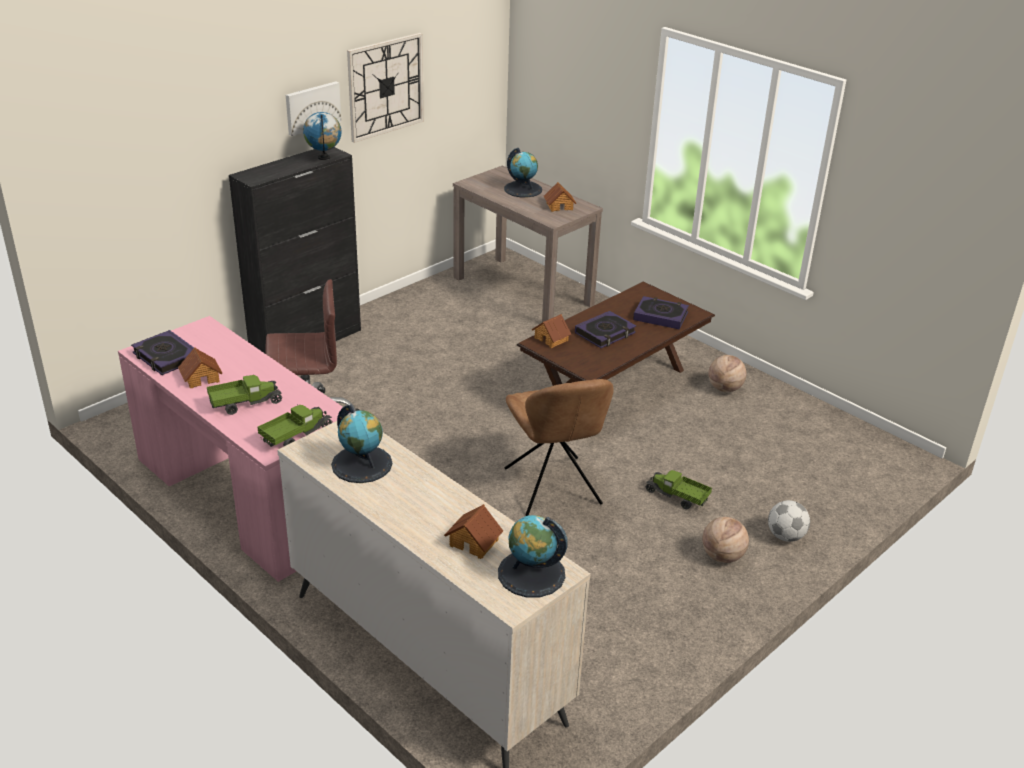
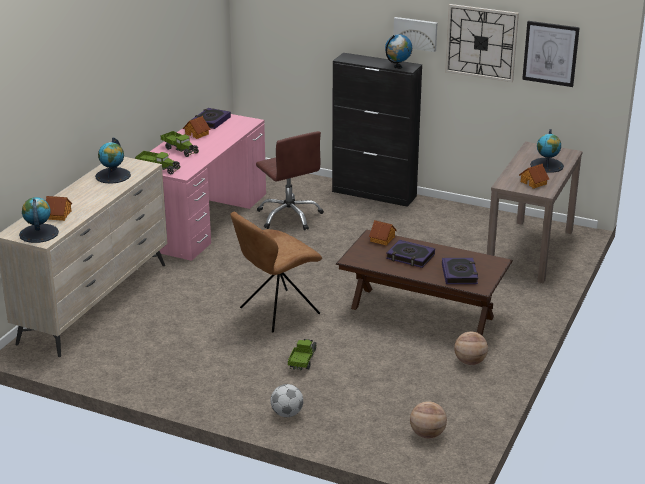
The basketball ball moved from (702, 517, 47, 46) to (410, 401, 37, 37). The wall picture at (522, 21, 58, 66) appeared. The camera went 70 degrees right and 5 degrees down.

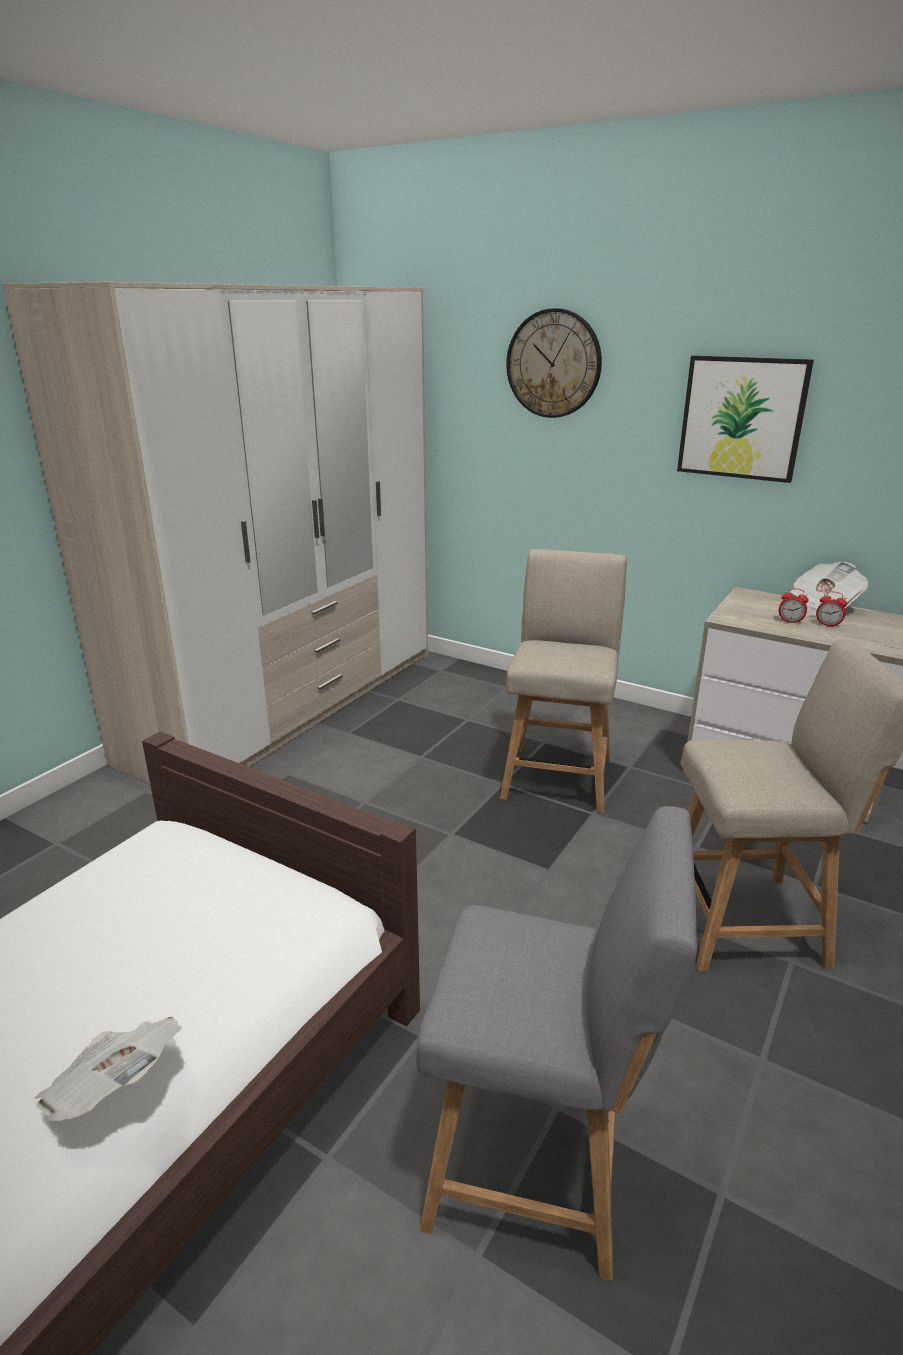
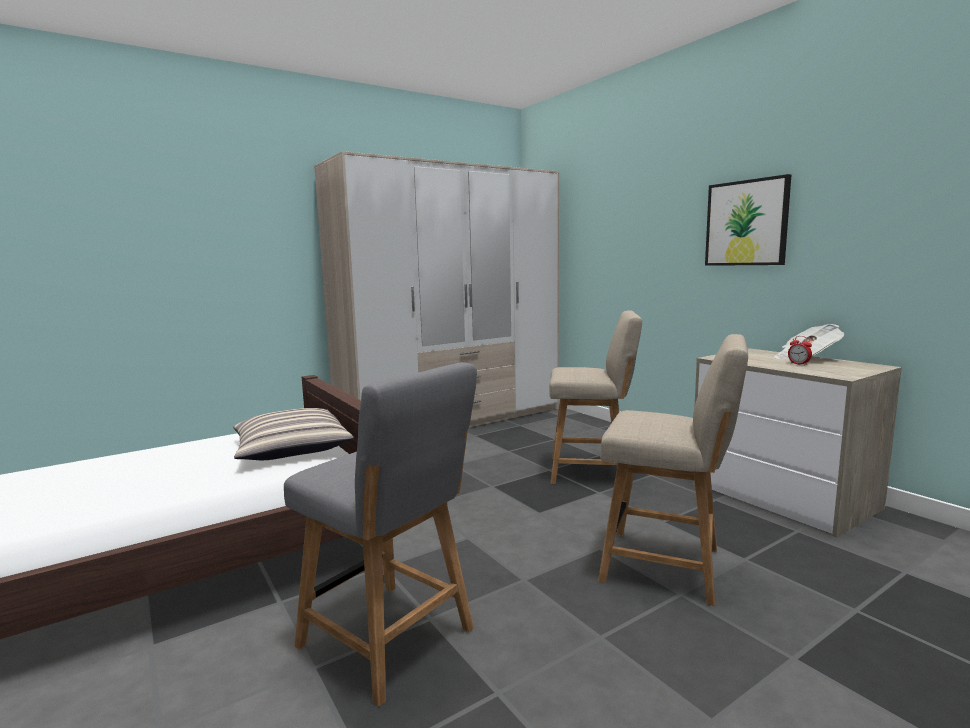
The newspaper at (35, 1017, 147, 104) disappeared. The beige chair at (500, 549, 127, 264) turned 60 degrees clockwise. The hanging clock at (506, 308, 96, 110) disappeared. The bedside clock at (779, 588, 30, 36) disappeared. The throw pillow at (233, 408, 121, 52) appeared. The camera went 25 degrees right and 15 degrees down.

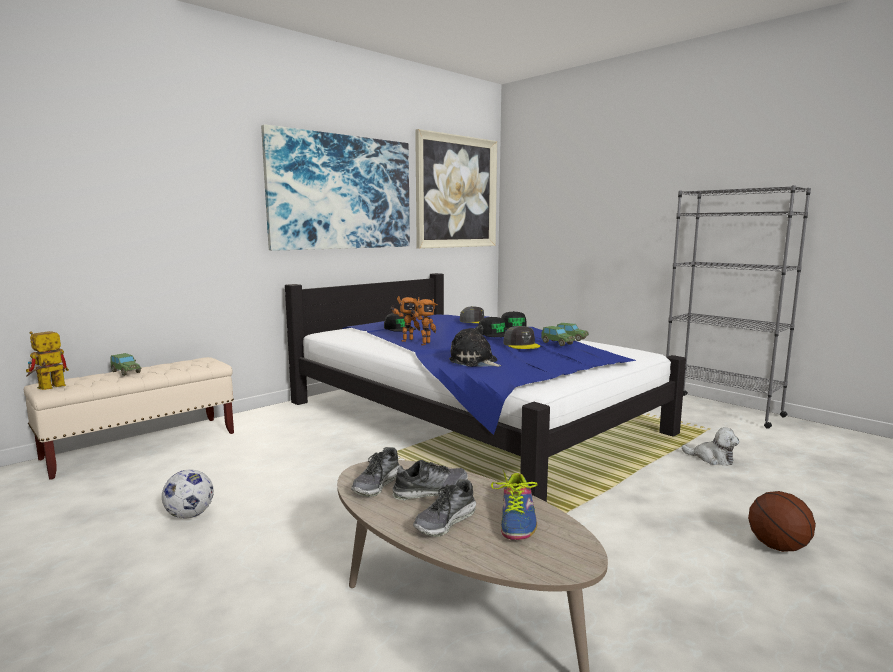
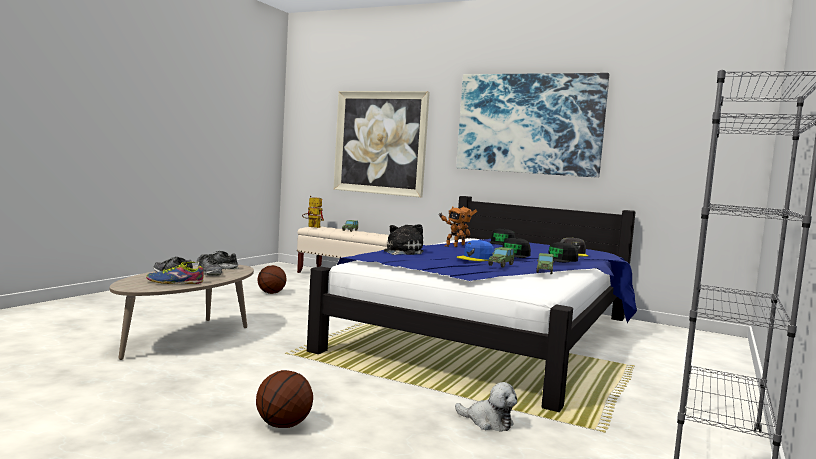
The ball for football at (162, 469, 52, 49) was replaced by the basketball ball at (257, 265, 30, 29). The wall picture moved from (415, 129, 82, 120) to (333, 91, 97, 107). The greyish cap at (503, 326, 37, 23) became the bluish cap at (457, 240, 37, 21). The cuddly toy at (681, 427, 58, 39) turned 75 degrees counterclockwise. The camera went 70 degrees right and 5 degrees down.

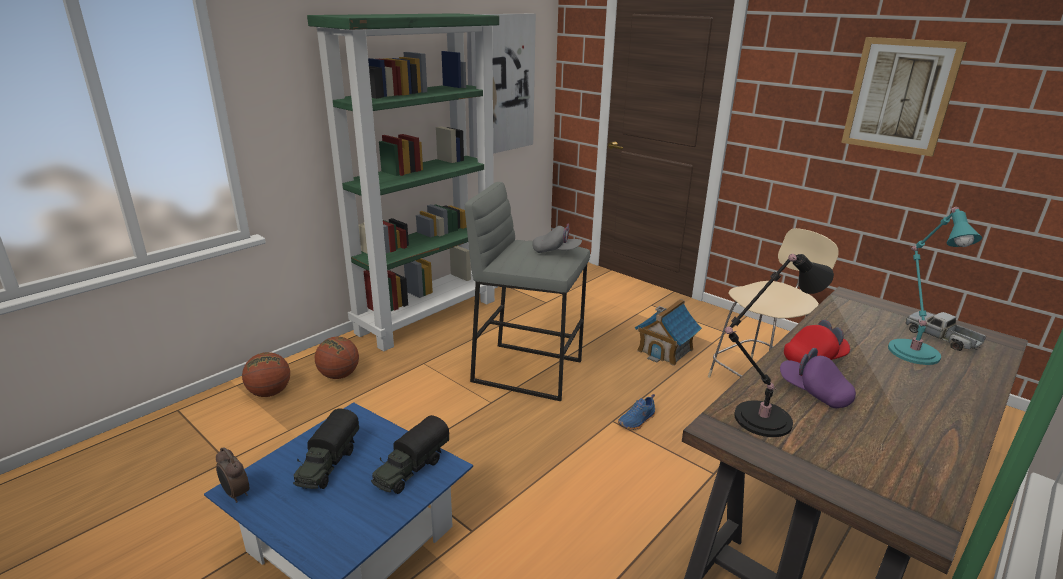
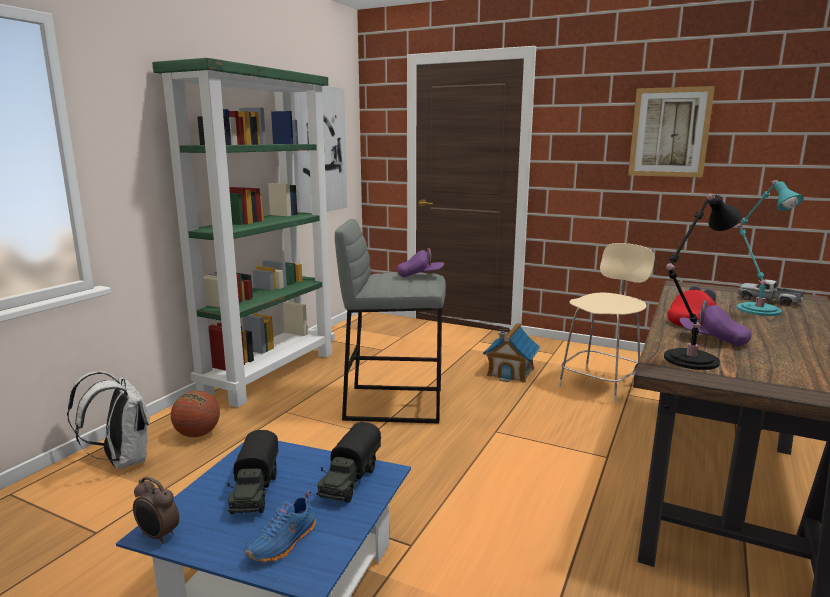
The basketball ball at (242, 352, 48, 45) was replaced by the white-coloured knapsack at (67, 371, 83, 98). The greyish cap at (532, 224, 50, 29) became the purple-coloured cap at (397, 248, 47, 29). The bluish item of footwear moved from (618, 394, 37, 36) to (244, 490, 72, 72). The camera went 15 degrees left and 10 degrees down.

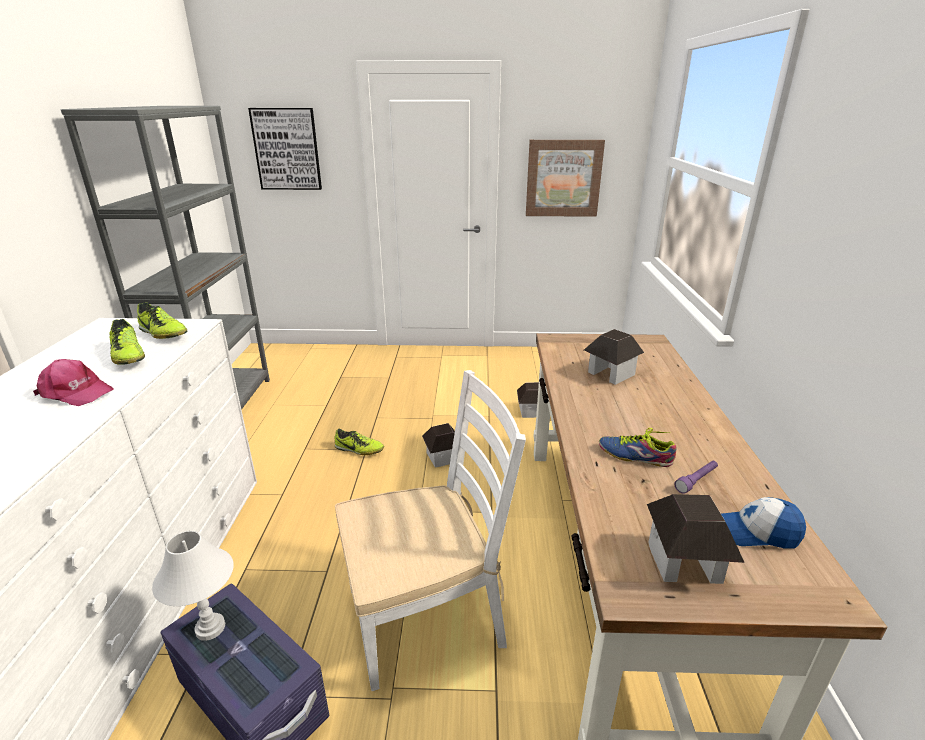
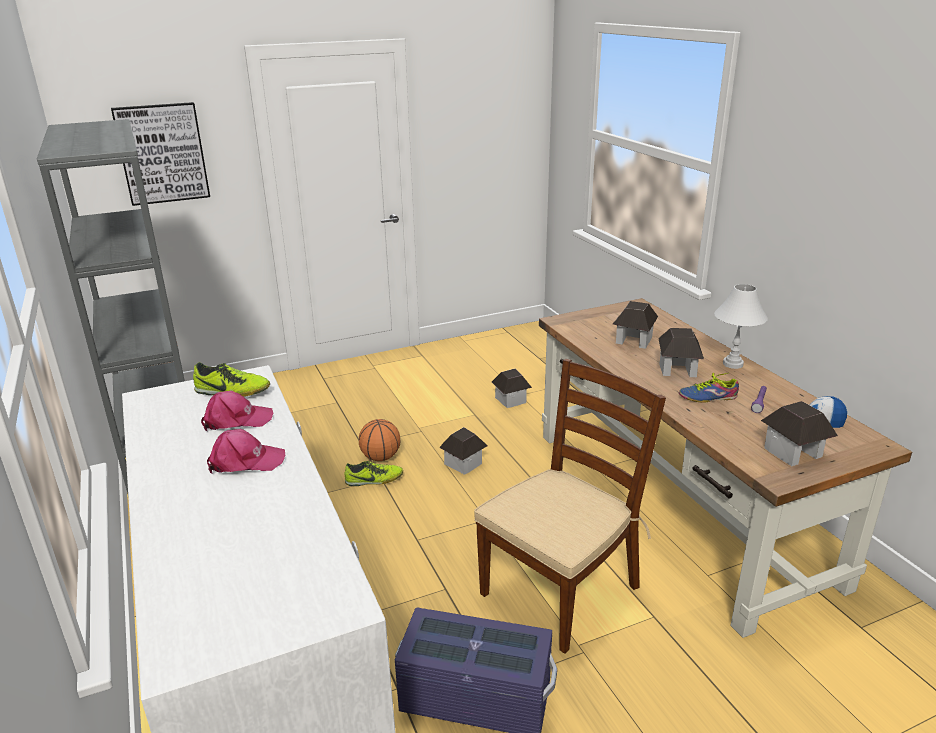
The item of footwear at (109, 319, 36, 46) was replaced by the pink cap at (201, 391, 72, 41). The white-coloured table lamp moved from (152, 531, 82, 110) to (714, 284, 54, 85). The white-coloured chair at (335, 370, 191, 321) became the brown chair at (474, 359, 192, 295). The wall picture at (526, 140, 79, 77) disappeared. The basketball ball at (359, 419, 41, 42) appeared. The toy house at (658, 328, 46, 49) appeared. The camera went 25 degrees left and 0 degrees up.

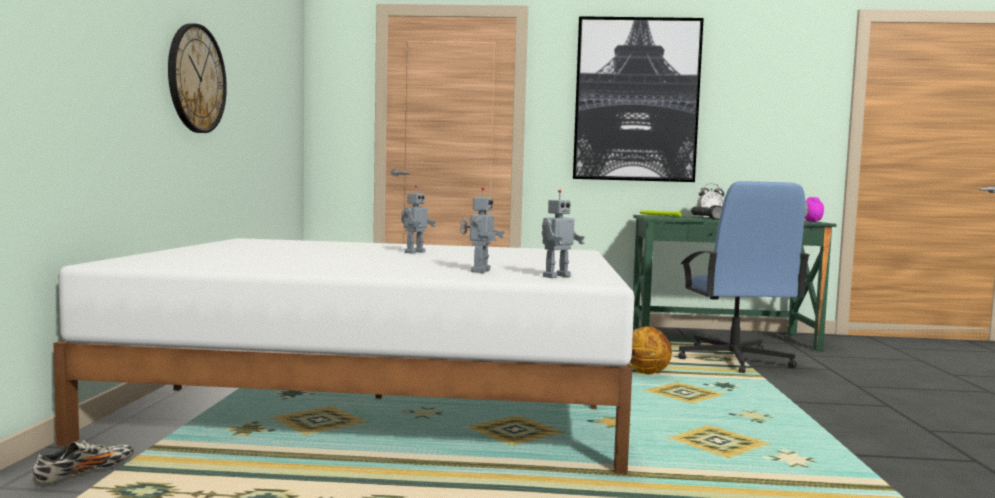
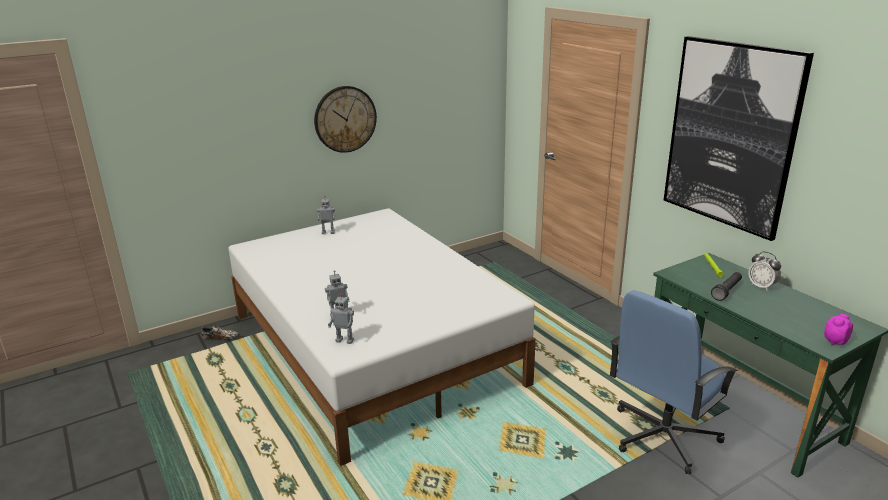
The model robot moved from (401, 185, 35, 69) to (317, 196, 18, 38). The basketball ball at (630, 326, 42, 48) disappeared. The camera went 55 degrees right and 20 degrees up.

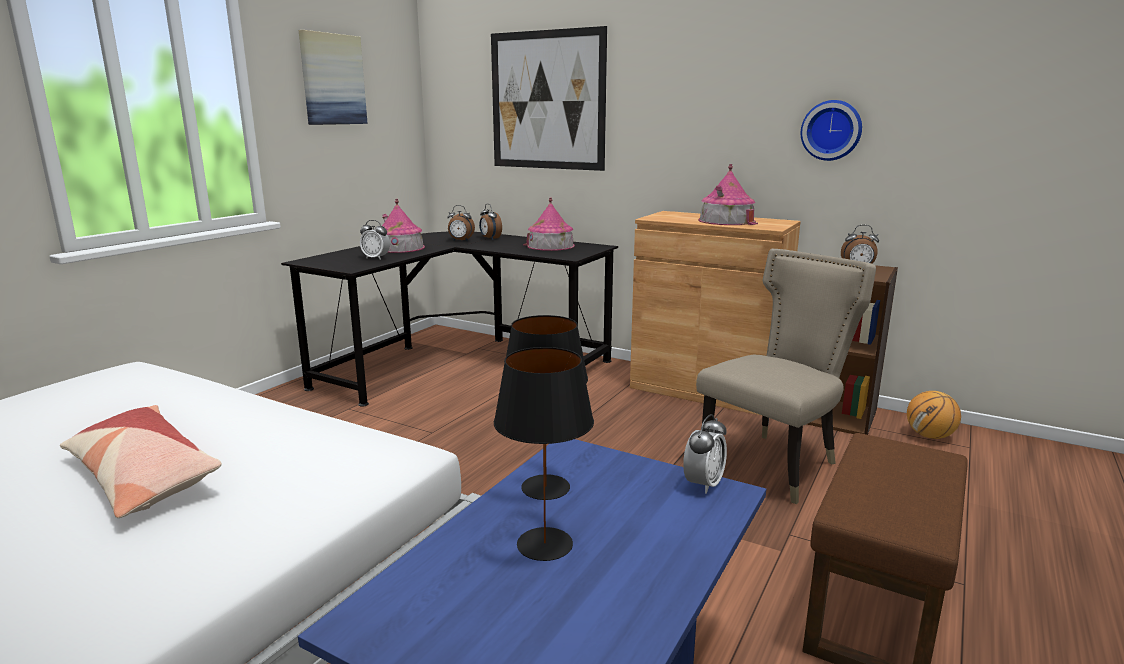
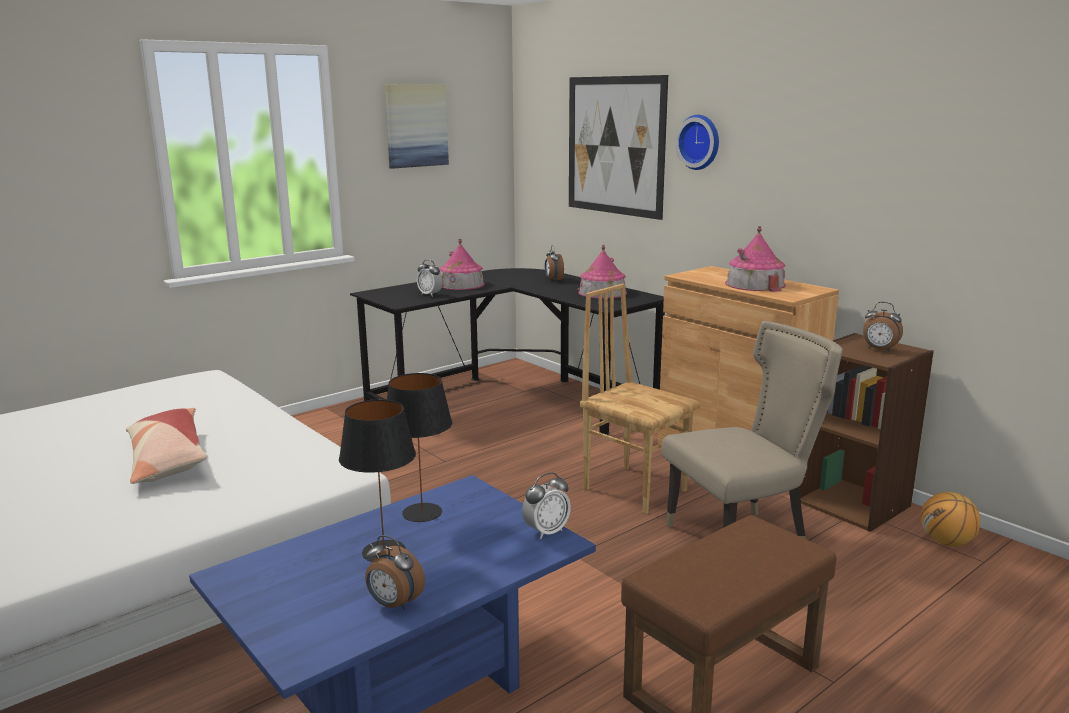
The bedside clock moved from (447, 205, 28, 36) to (365, 535, 60, 75). The hanging clock moved from (801, 100, 61, 61) to (675, 115, 44, 55). The brown chair at (580, 284, 120, 230) appeared. The camera went 20 degrees right and 0 degrees up.

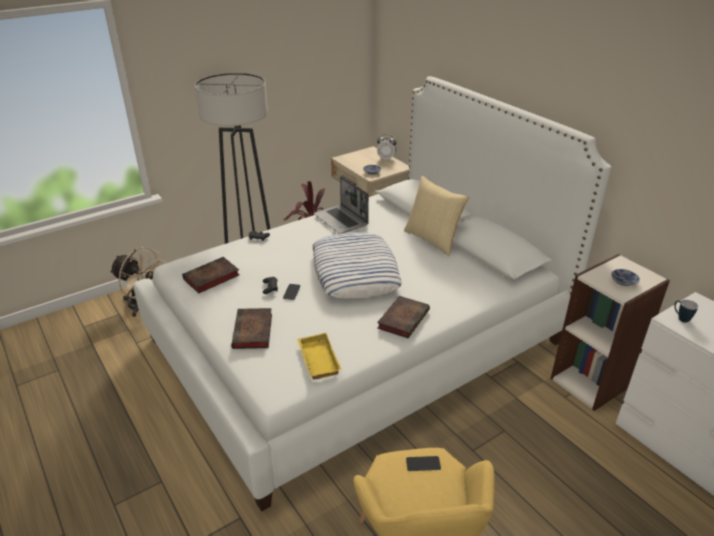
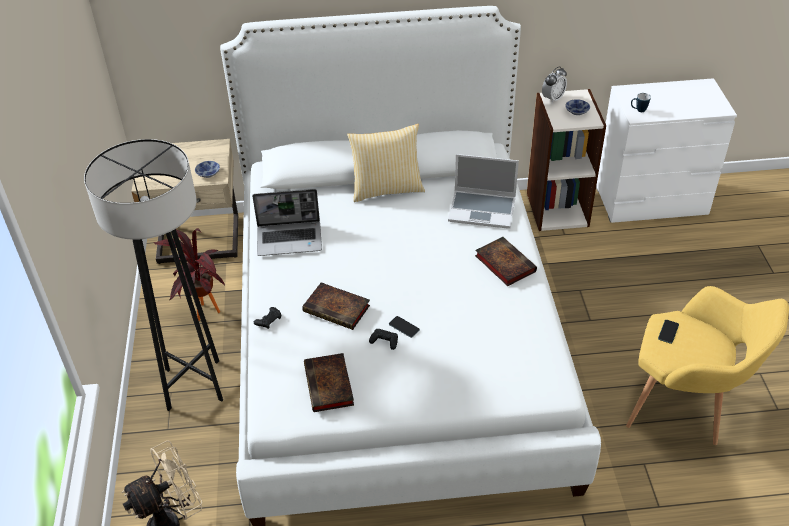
The bound book moved from (231, 308, 41, 41) to (302, 282, 68, 48). The yellowish serving tray at (297, 333, 44, 47) disappeared. The throw pillow at (313, 232, 89, 67) disappeared. The bedside clock moved from (377, 134, 20, 26) to (542, 66, 25, 37). The portable computer at (448, 154, 71, 75) appeared. The camera went 60 degrees left and 10 degrees up.

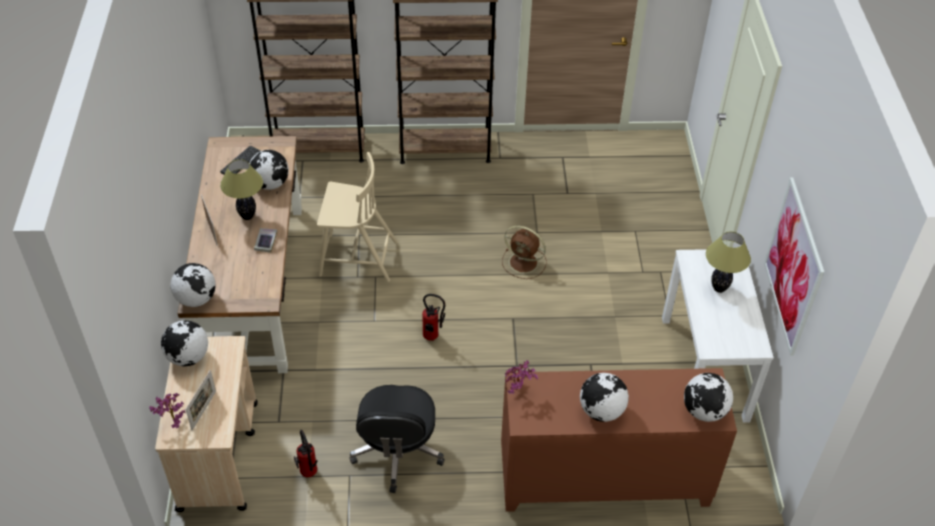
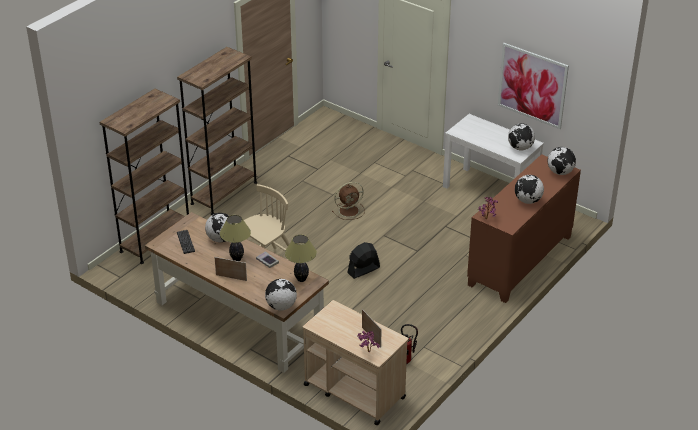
The world globe moved from (161, 320, 47, 46) to (508, 123, 27, 27). The blackish desk chair at (349, 385, 96, 108) disappeared. The extinguisher at (422, 294, 23, 47) was replaced by the blackish fan at (347, 242, 33, 37). The table lamp moved from (706, 231, 45, 62) to (285, 235, 32, 47). The camera went 50 degrees left and 10 degrees down.

